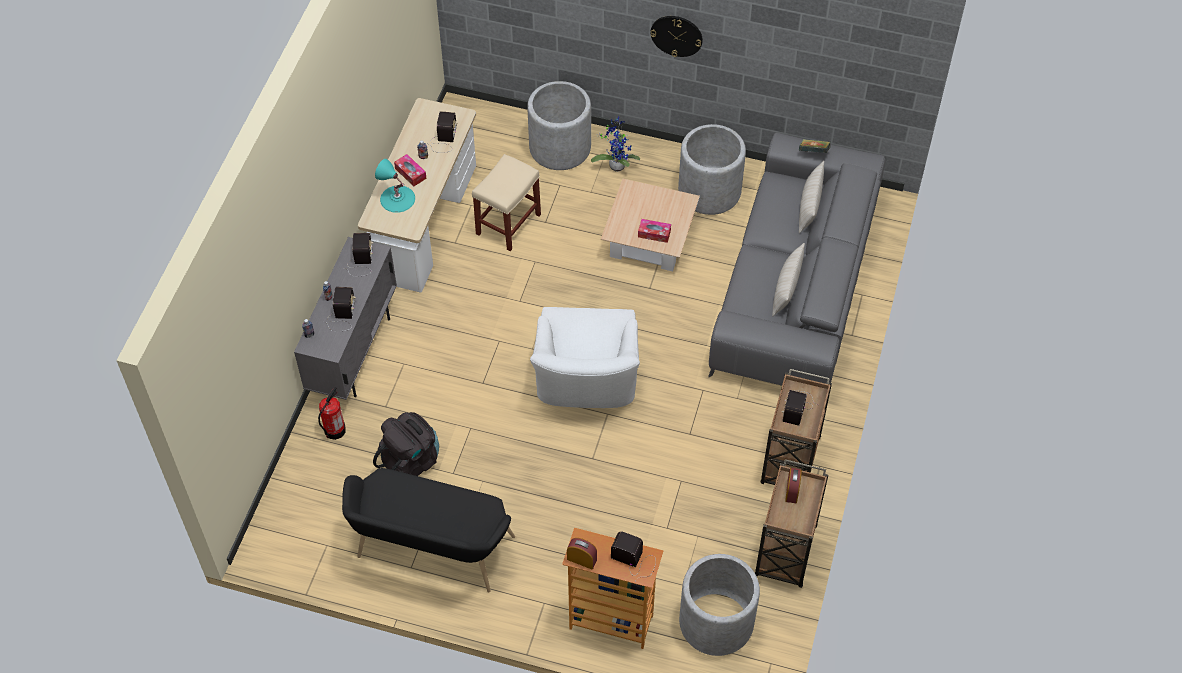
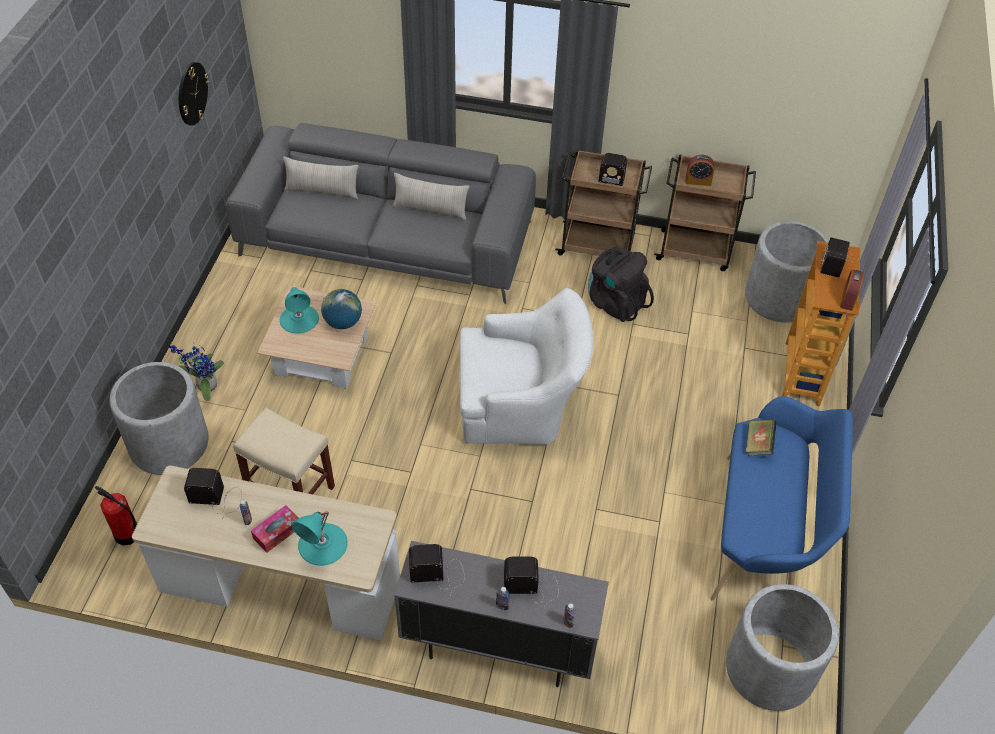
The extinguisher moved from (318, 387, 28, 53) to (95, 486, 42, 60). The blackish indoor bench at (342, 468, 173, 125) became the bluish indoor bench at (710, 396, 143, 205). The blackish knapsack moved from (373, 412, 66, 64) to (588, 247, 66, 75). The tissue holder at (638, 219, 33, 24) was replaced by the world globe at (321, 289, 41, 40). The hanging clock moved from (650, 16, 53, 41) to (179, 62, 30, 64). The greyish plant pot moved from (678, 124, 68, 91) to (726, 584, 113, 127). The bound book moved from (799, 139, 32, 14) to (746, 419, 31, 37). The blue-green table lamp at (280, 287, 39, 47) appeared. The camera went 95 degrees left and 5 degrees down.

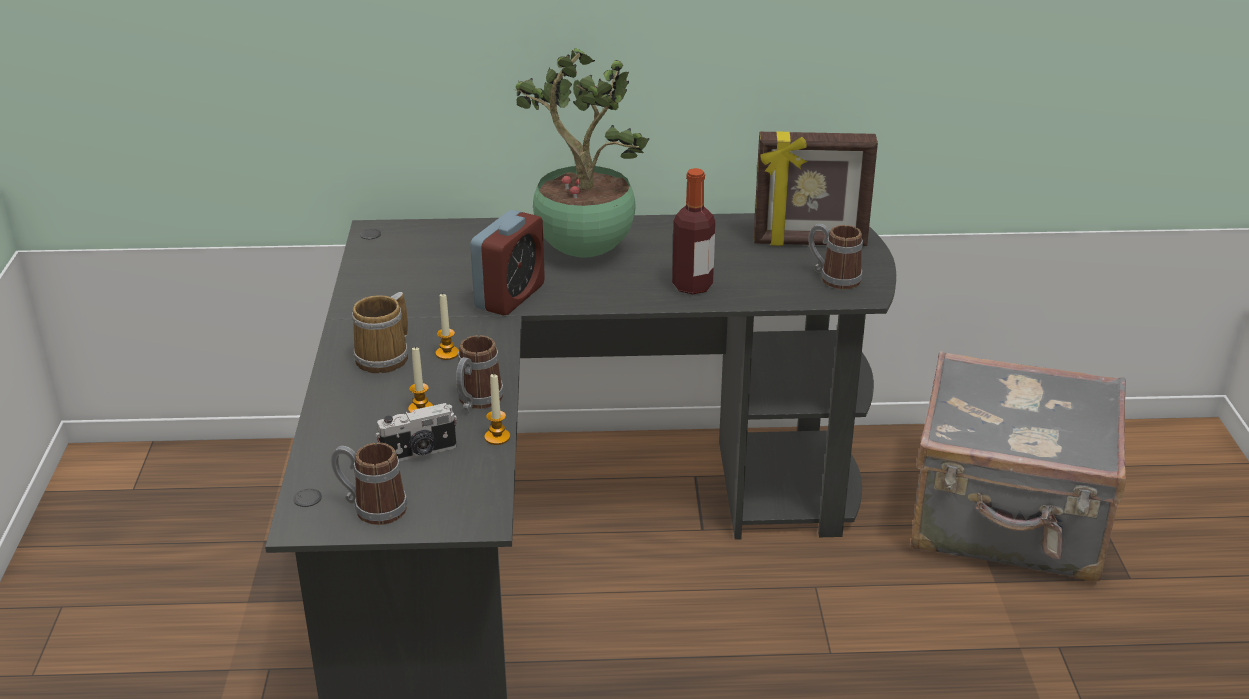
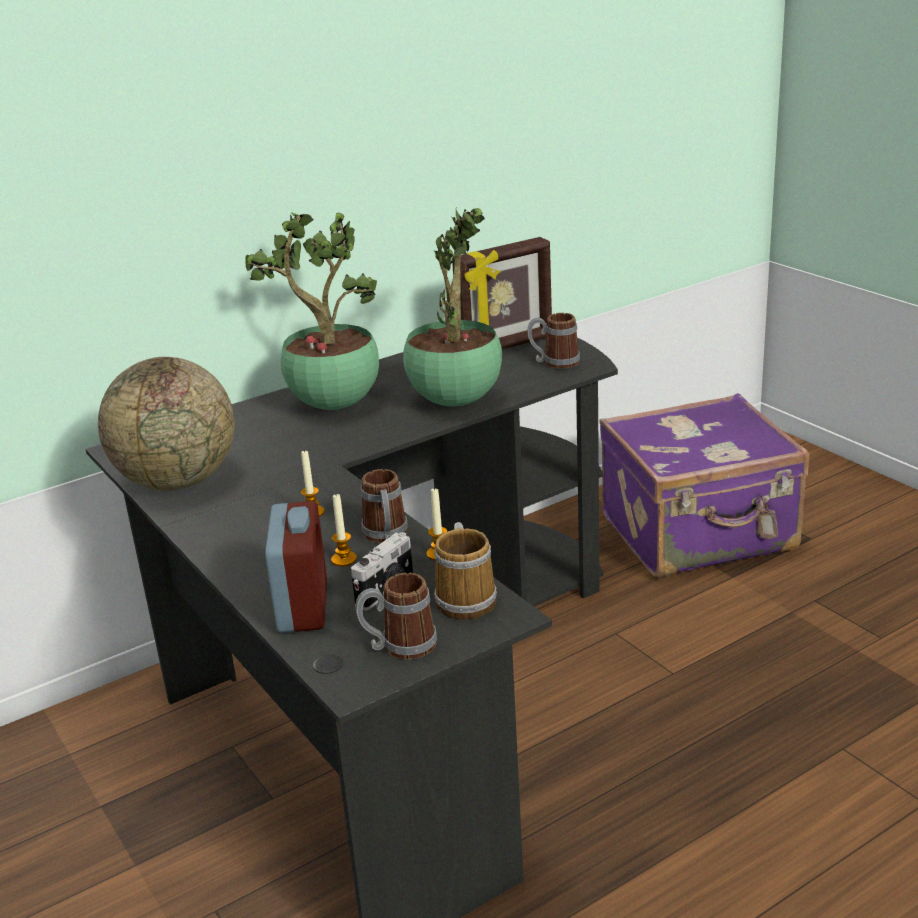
The tea mug moved from (352, 292, 56, 81) to (434, 522, 63, 97). The bedside clock moved from (470, 210, 75, 106) to (265, 501, 62, 132). The drink bottle at (672, 168, 43, 126) was replaced by the plant in a pot at (403, 208, 99, 198). The greyish suitcase at (910, 351, 216, 231) became the purple-coloured suitcase at (600, 393, 209, 184). The world globe at (98, 357, 137, 133) appeared. The camera went 30 degrees left and 5 degrees down.

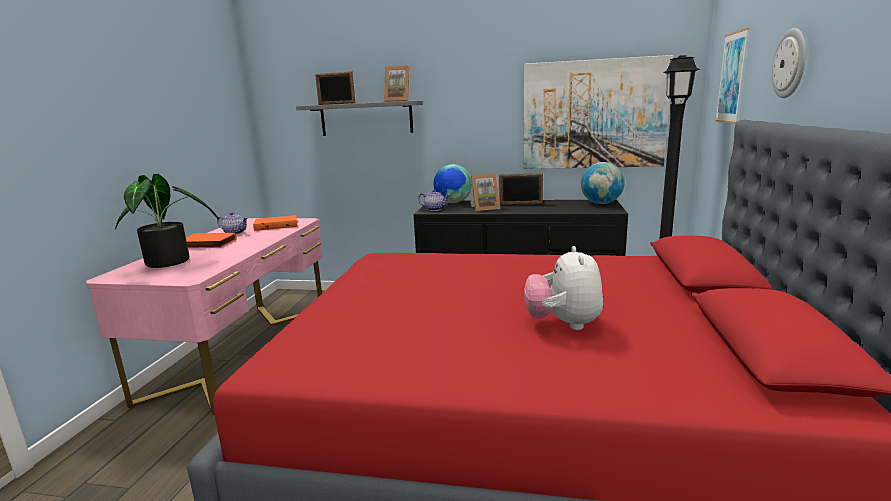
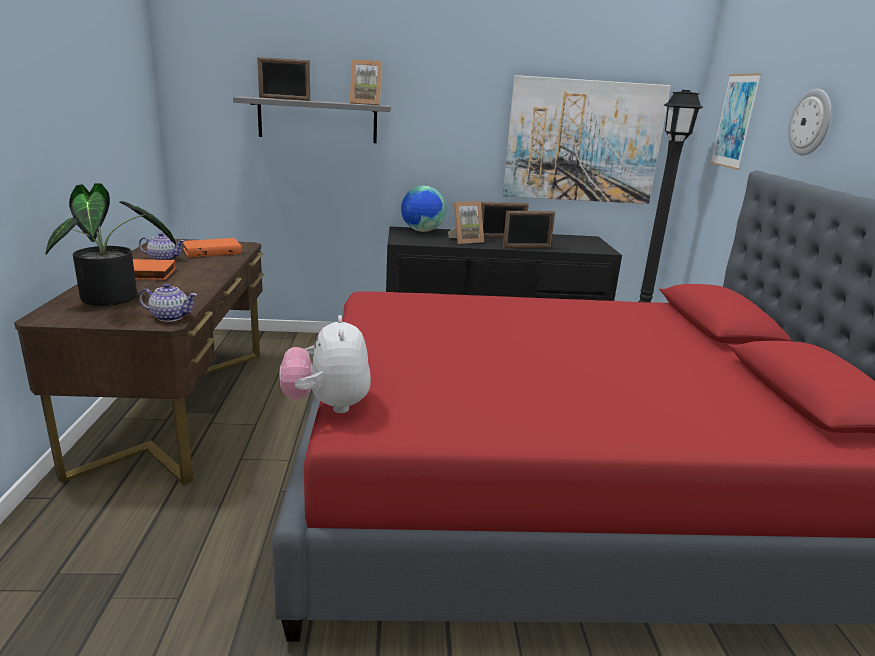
The pink desk at (86, 218, 237, 197) became the brown desk at (14, 239, 250, 246). The teapot moved from (418, 189, 32, 22) to (139, 283, 58, 39). The cuddly toy moved from (524, 246, 79, 84) to (279, 315, 92, 98). The world globe at (581, 162, 44, 42) disappeared. The photo frame at (503, 211, 52, 37) appeared. The camera went 15 degrees left and 5 degrees up.

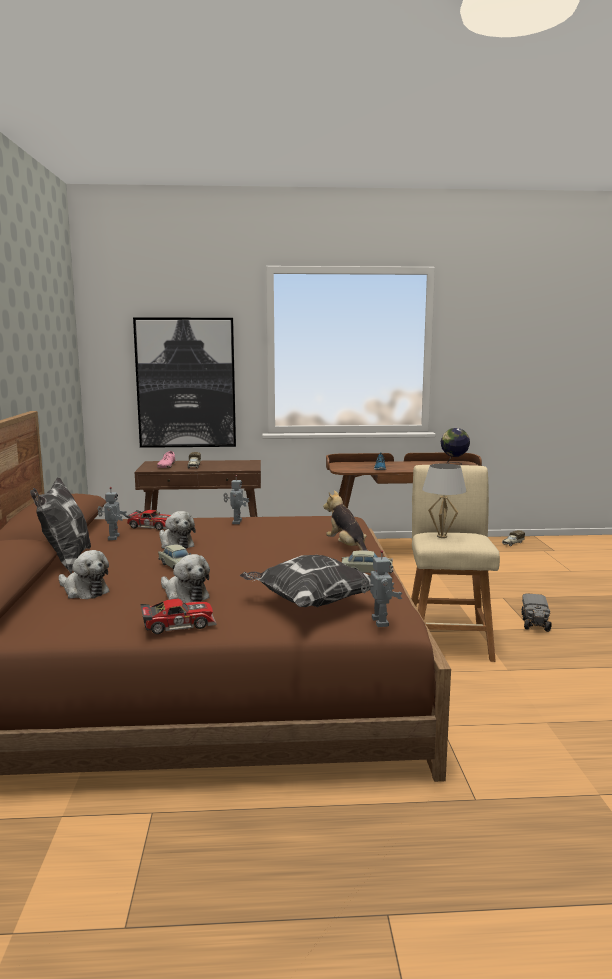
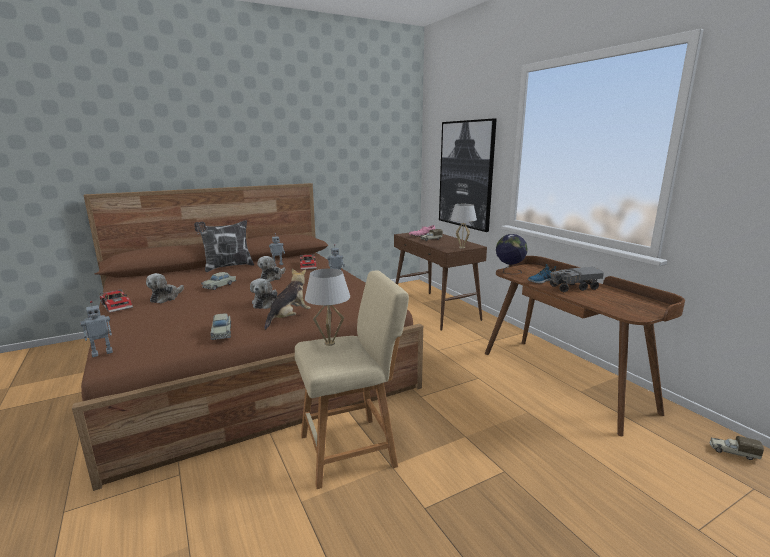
The cuddly toy moved from (59, 550, 50, 49) to (250, 278, 27, 31). The throw pillow at (240, 555, 131, 52) disappeared. The world globe moved from (441, 428, 29, 37) to (496, 234, 32, 40). The model truck moved from (521, 593, 31, 39) to (549, 267, 55, 25). The white-coloured table lamp at (451, 204, 26, 45) appeared. The camera went 65 degrees right and 5 degrees up.

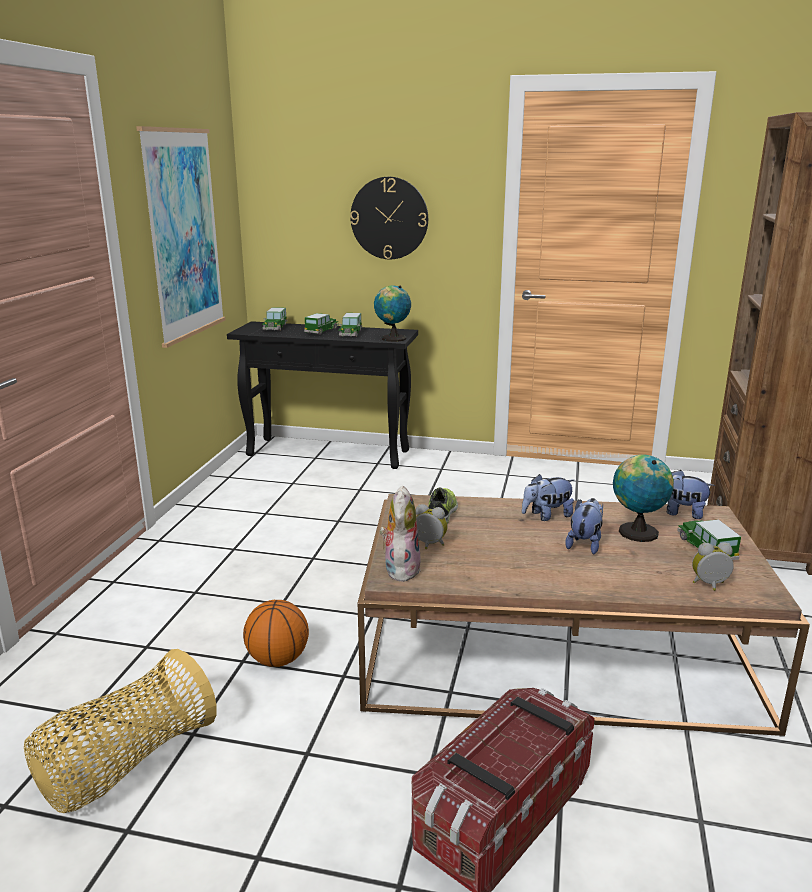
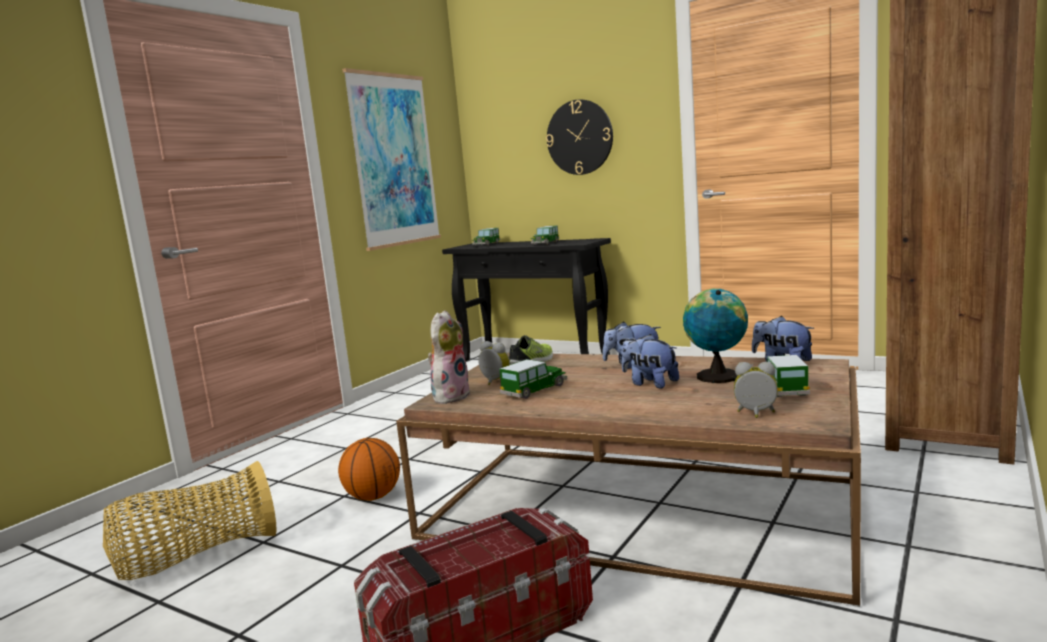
The toy car moved from (304, 313, 35, 22) to (500, 359, 67, 40). The world globe at (374, 285, 37, 57) disappeared. The cuddly toy at (565, 498, 38, 56) turned 90 degrees counterclockwise. The camera went 20 degrees right and 10 degrees down.

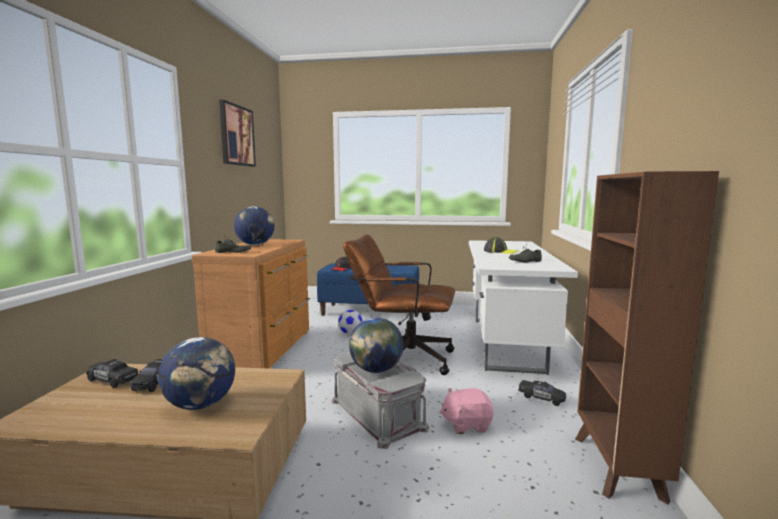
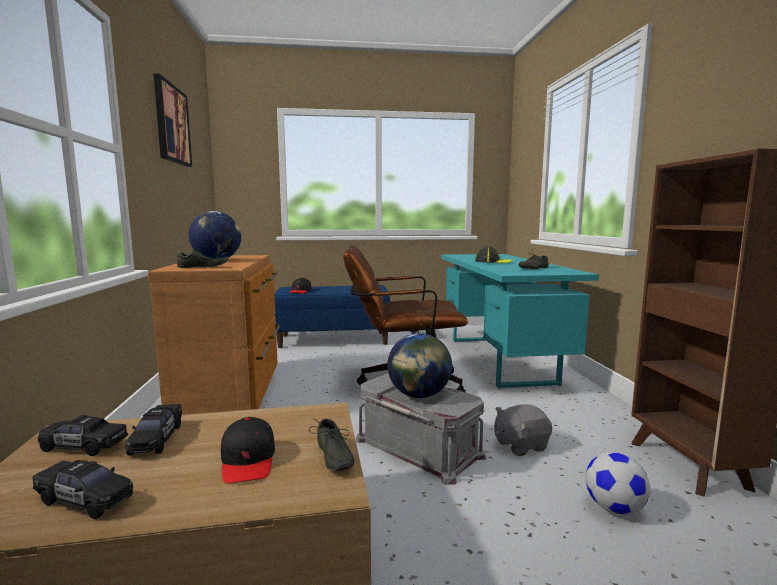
The world globe at (158, 337, 77, 73) was replaced by the blackish cap at (221, 417, 54, 67). The ball for football moved from (338, 310, 25, 25) to (585, 452, 66, 63). The pink cuddly toy at (440, 388, 54, 46) became the greyish cuddly toy at (494, 404, 58, 52). The white-coloured desk at (469, 240, 109, 135) became the blue-green desk at (441, 254, 158, 135). The blackish toy car moved from (518, 380, 48, 26) to (32, 460, 101, 59). The greyish item of footwear at (309, 418, 45, 53) appeared. The camera went 15 degrees left and 0 degrees up.

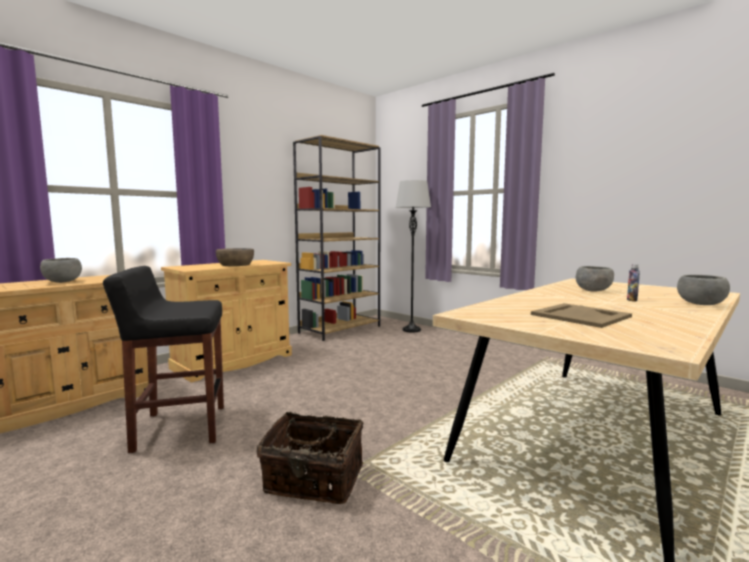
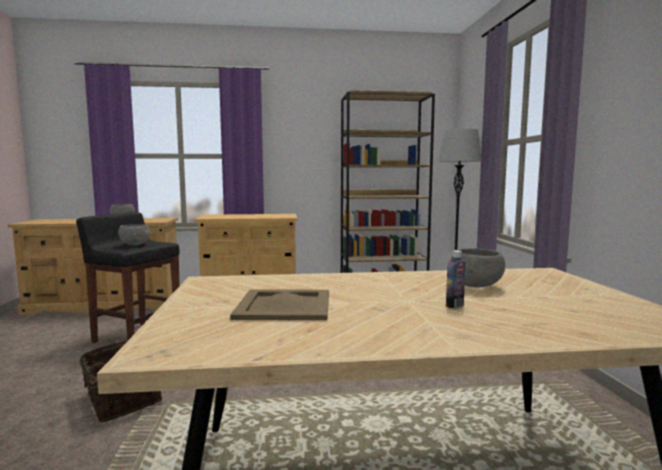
The brown bowl at (216, 248, 38, 18) disappeared. The greyish bowl moved from (677, 275, 53, 30) to (118, 224, 32, 22). The camera went 40 degrees right and 0 degrees up.

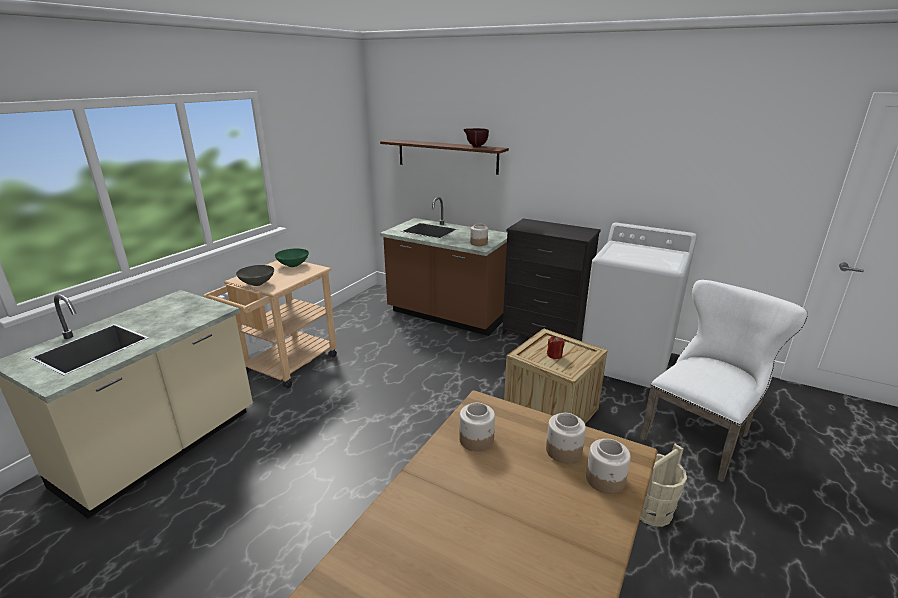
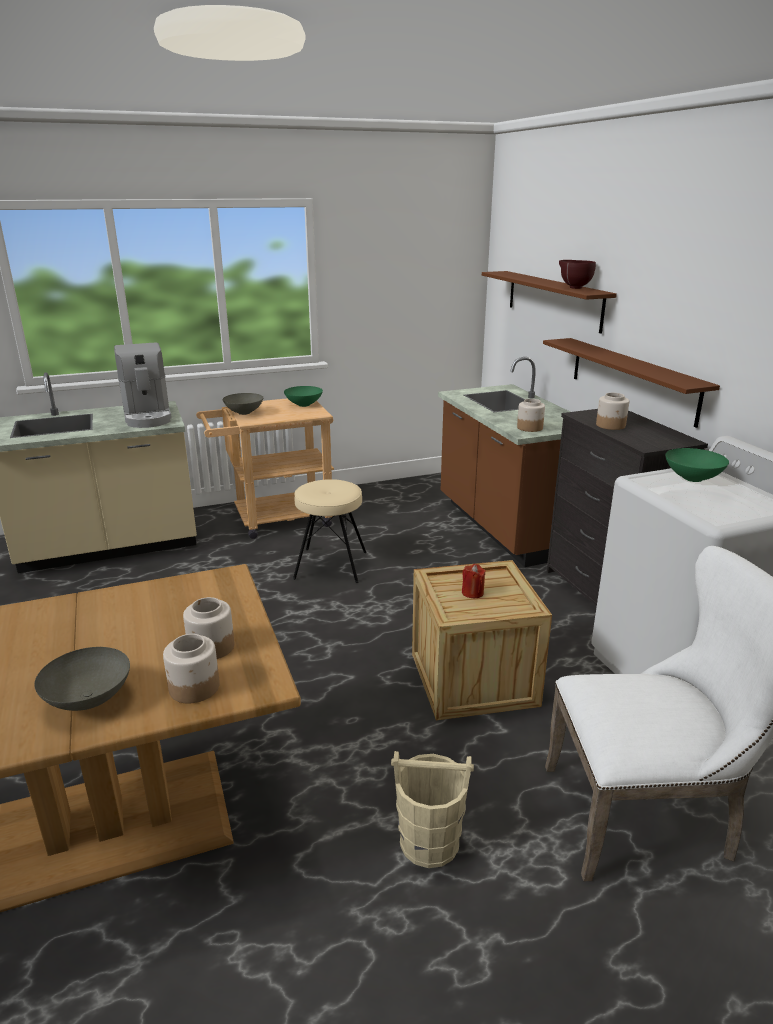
The storage jar moved from (459, 403, 36, 49) to (596, 393, 33, 37). The greyish bowl at (34, 647, 96, 64) appeared. The coffee maker at (114, 342, 58, 86) appeared. The beige stool at (293, 479, 74, 104) appeared. The brown bracket shelf at (543, 338, 177, 90) appeared. The green bowl at (665, 448, 64, 34) appeared. The camera went 40 degrees right and 0 degrees up.

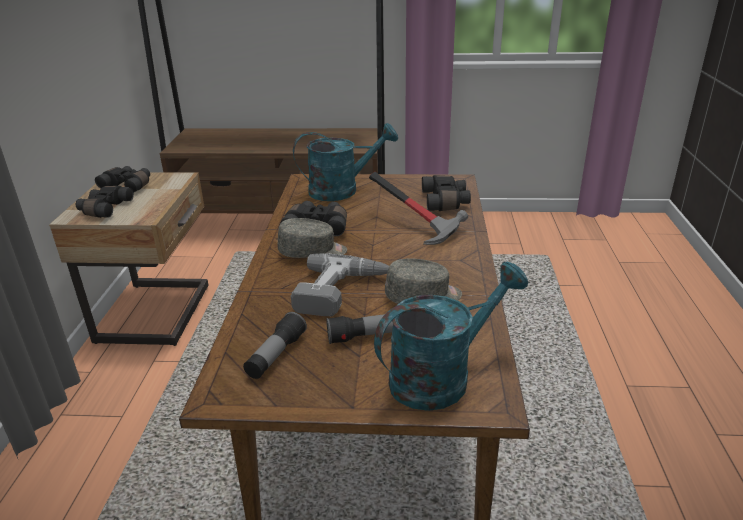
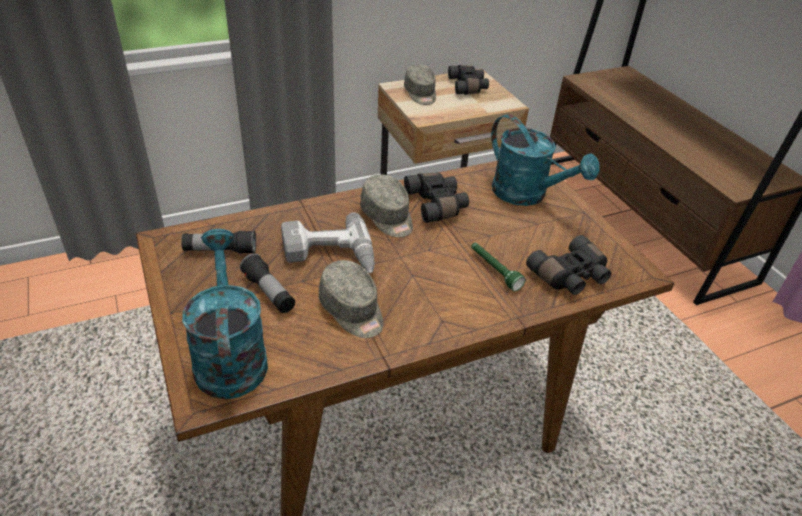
The blackish binoculars at (76, 186, 58, 32) was replaced by the greyish cap at (404, 64, 32, 41). The hand hammer at (369, 172, 99, 73) was replaced by the green flashlight at (471, 243, 55, 48). The blue-green sprinkling can at (374, 262, 154, 149) turned 135 degrees counterclockwise. The camera went 60 degrees right and 10 degrees up.

